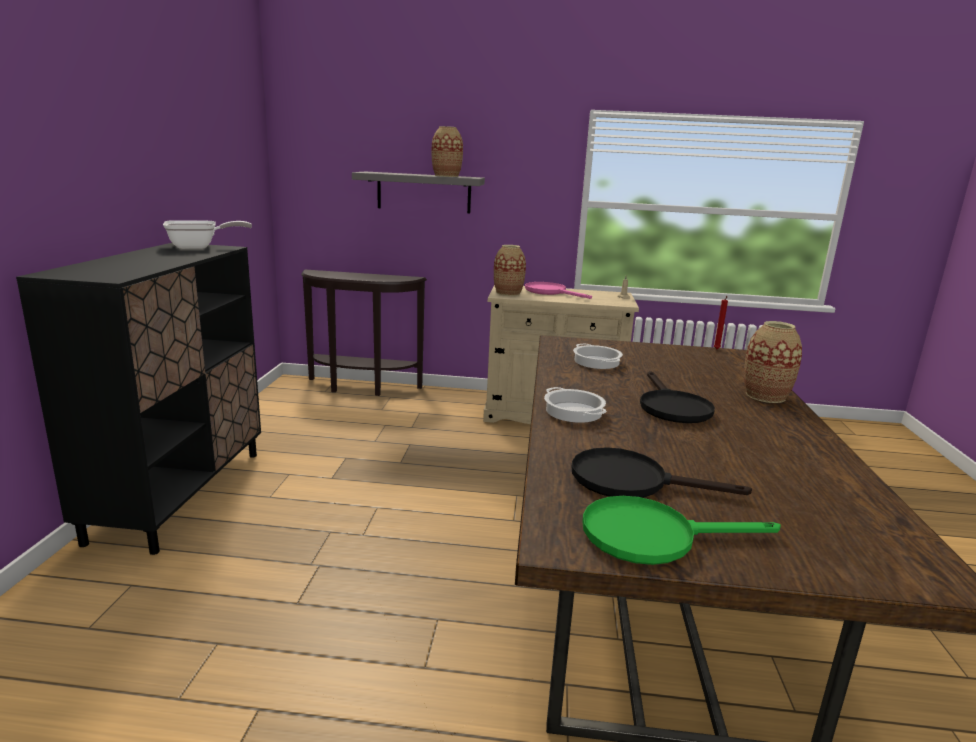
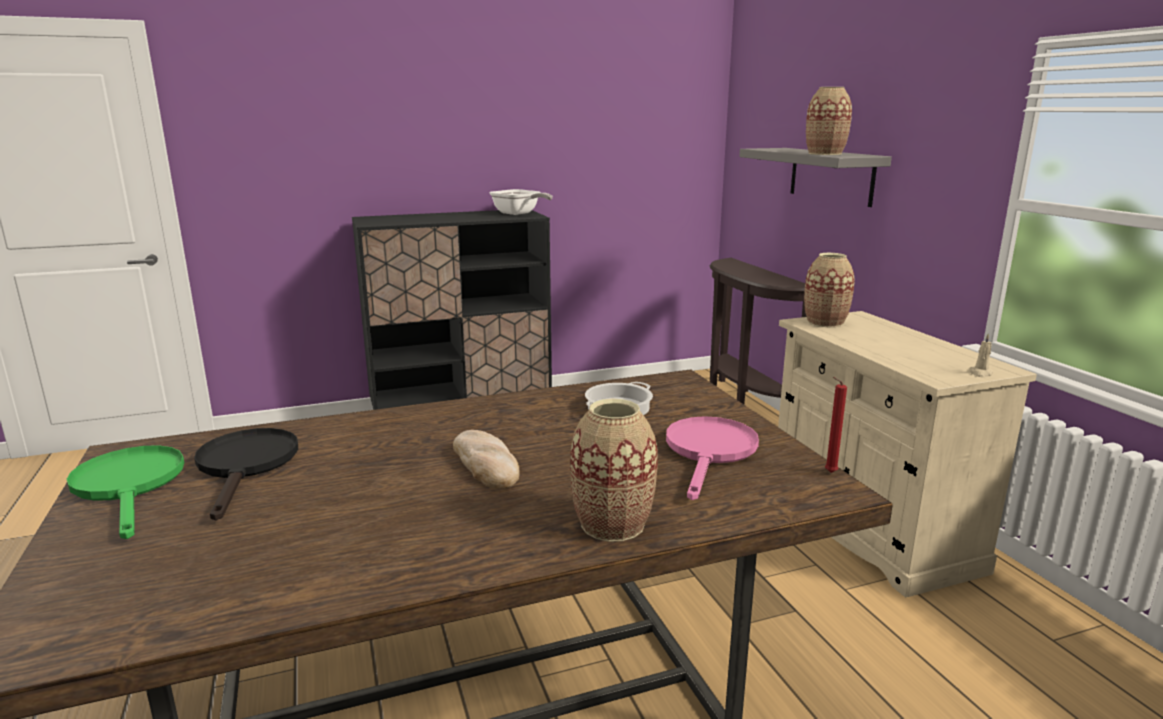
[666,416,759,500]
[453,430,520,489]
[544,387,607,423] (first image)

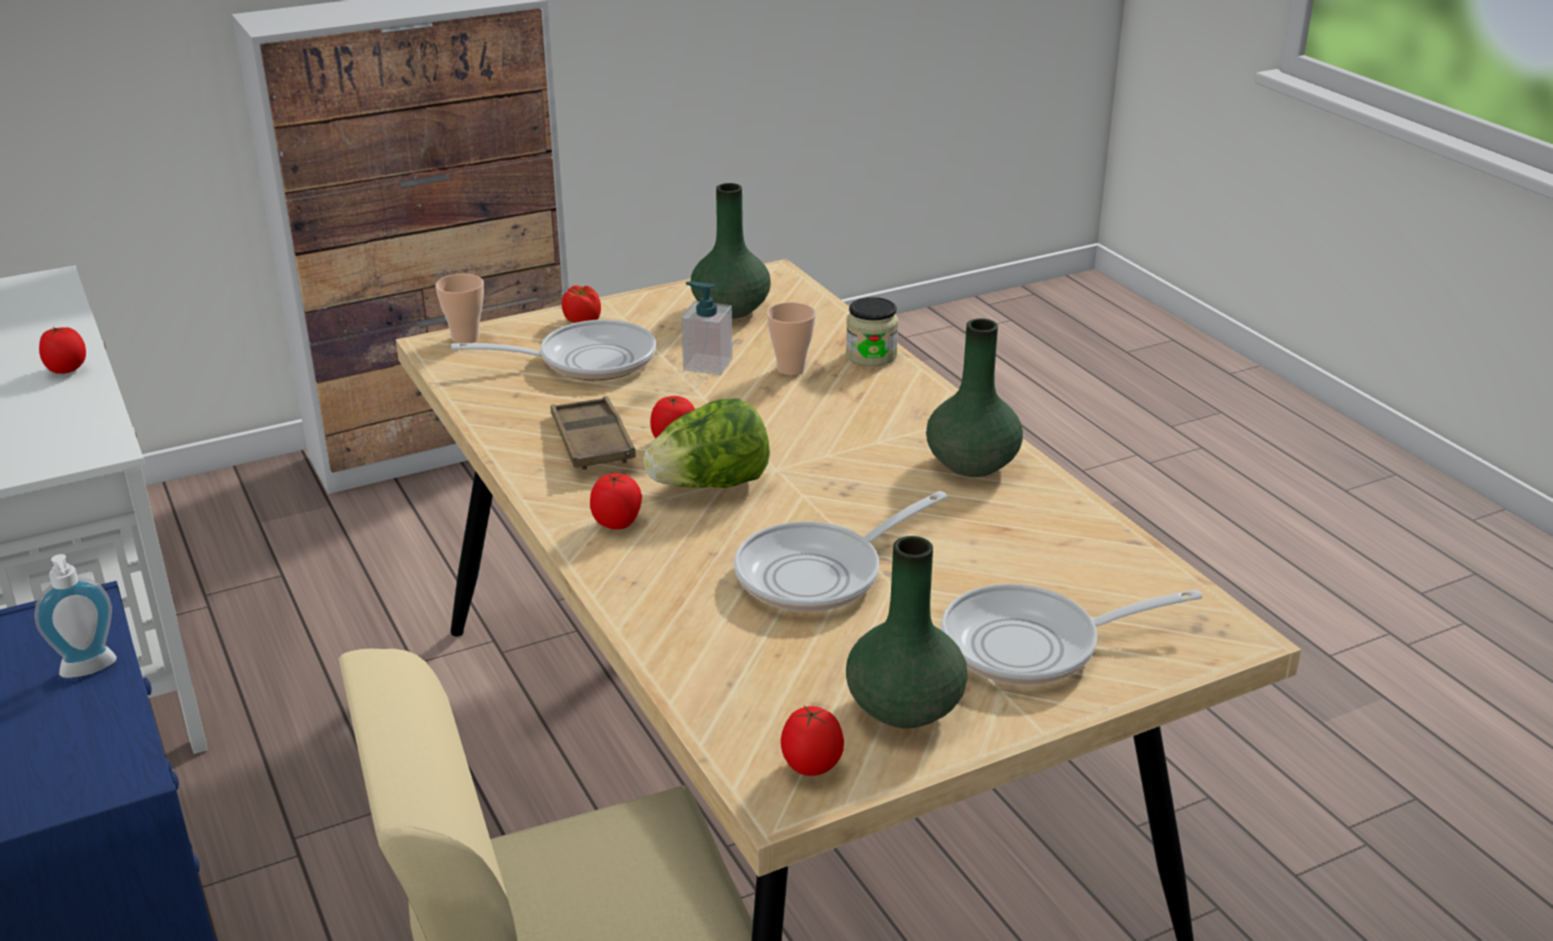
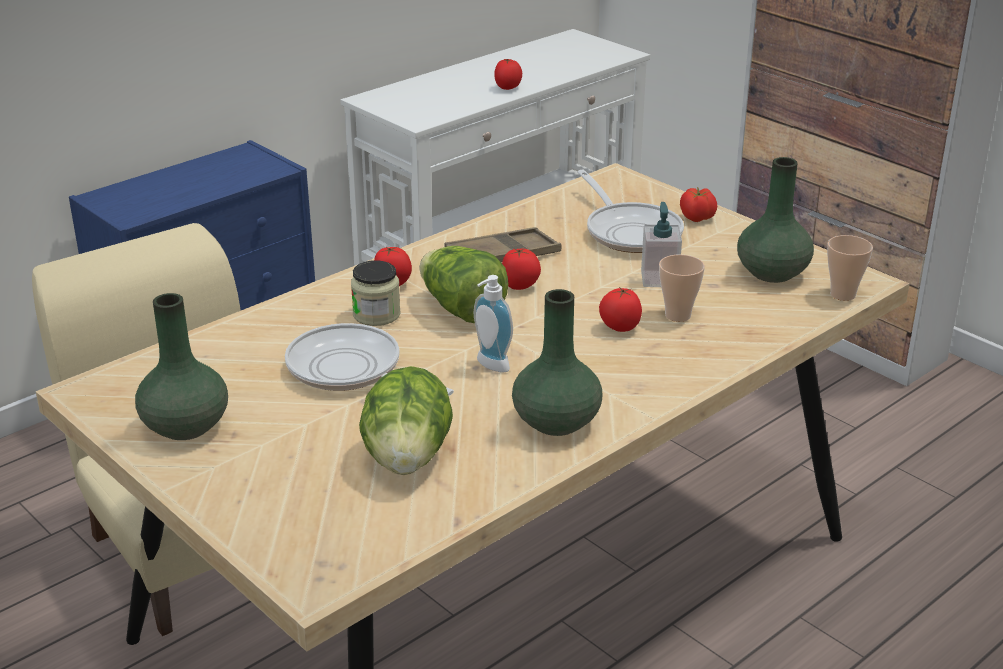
[827,235,873,301]
[351,260,401,326]
[474,275,513,372]
[941,584,1203,685] (first image)
[599,287,642,332]
[359,366,453,475]

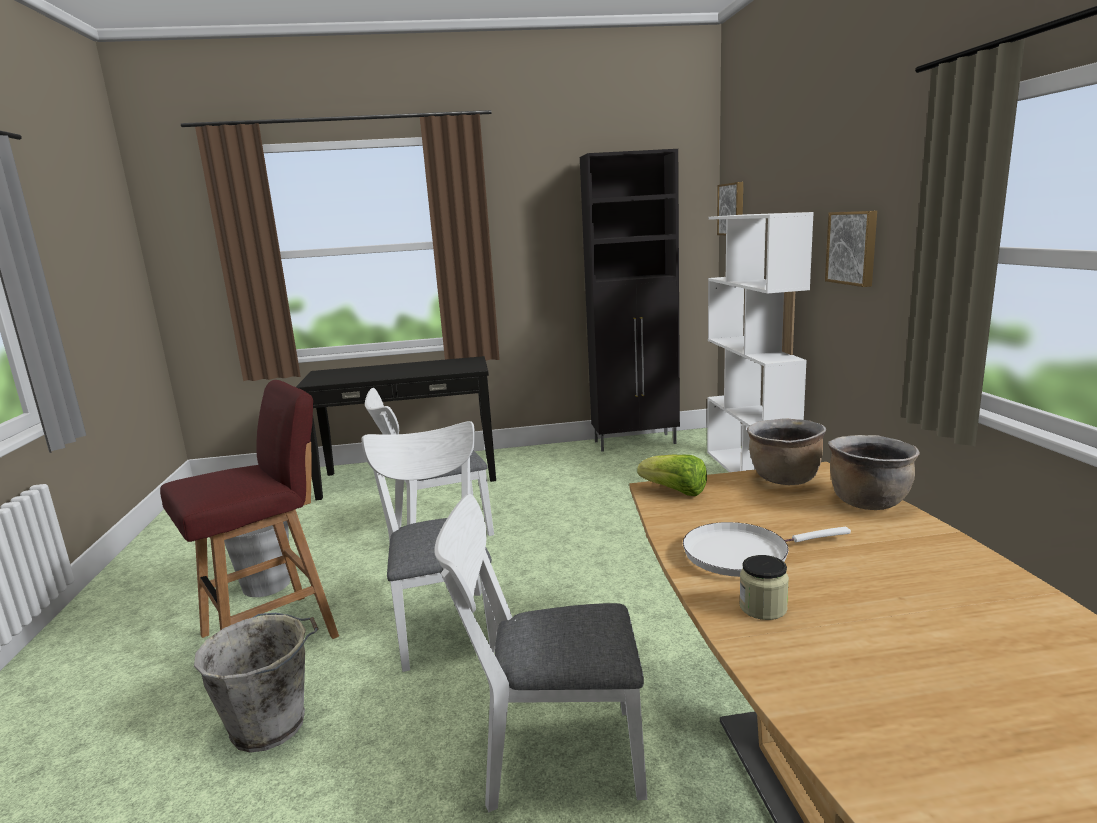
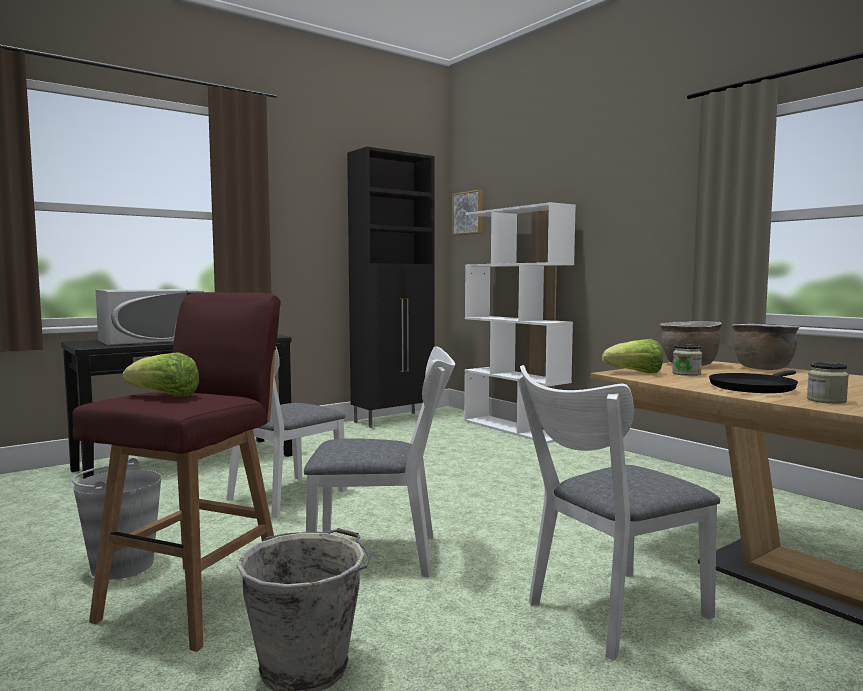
[825,211,877,287] (first image)
[304,346,455,578]
[709,370,798,393]
[96,289,204,345]
[672,344,702,376]
[123,352,199,397]

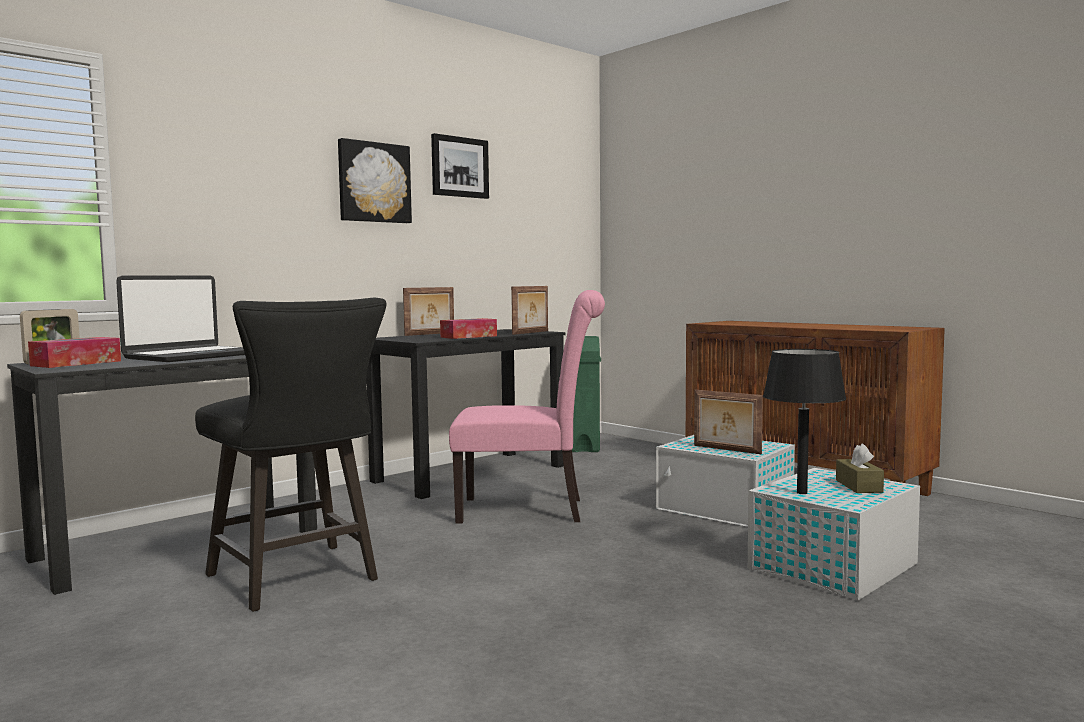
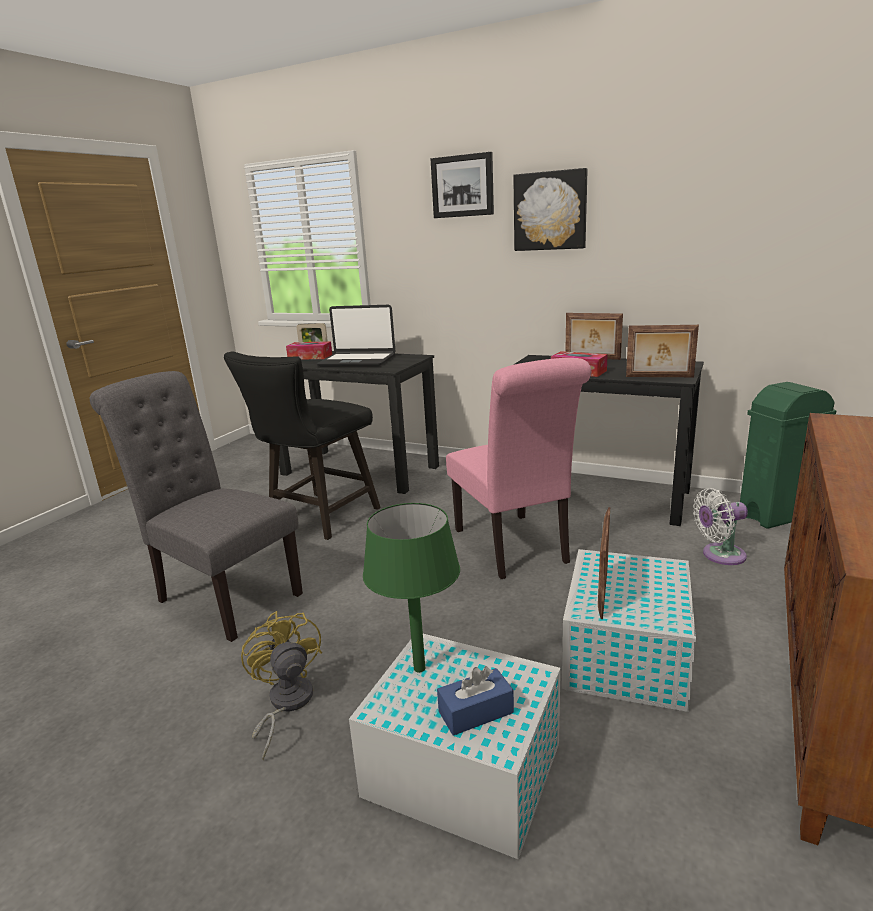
[431,152,494,218]
[363,503,460,672]
[437,666,514,736]
[90,371,303,642]
[693,488,748,565]
[241,611,322,760]

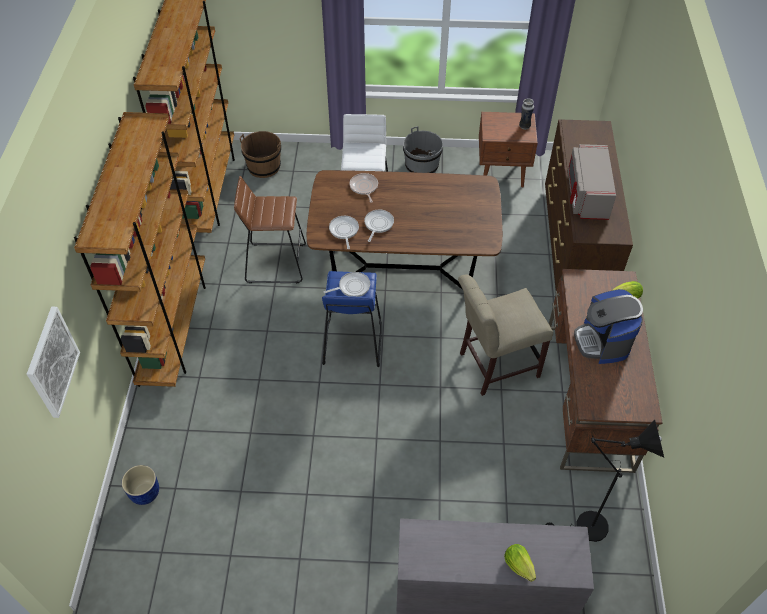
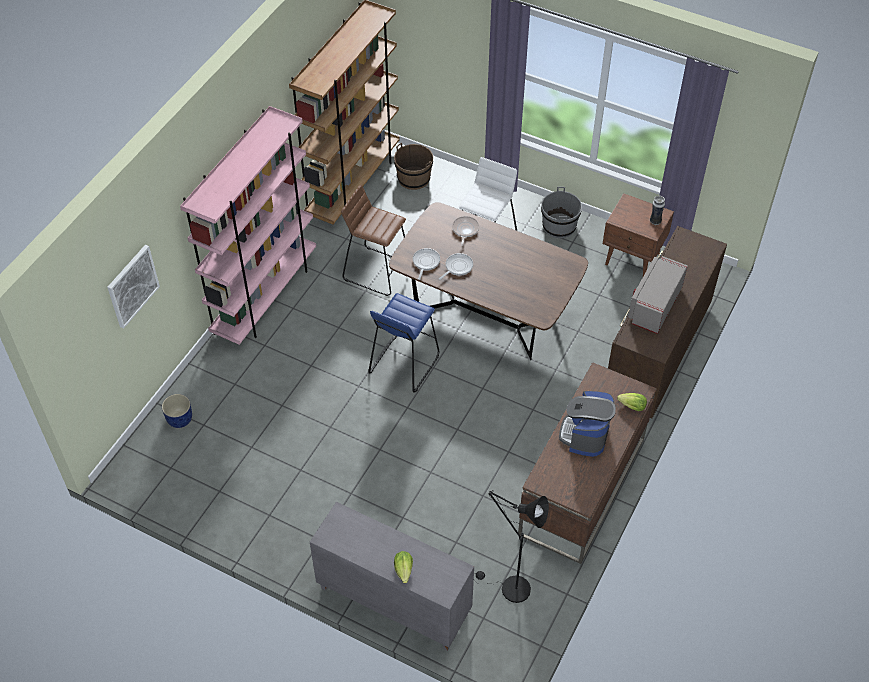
[180,106,316,345]
[324,272,370,297] (first image)
[458,274,553,396] (first image)

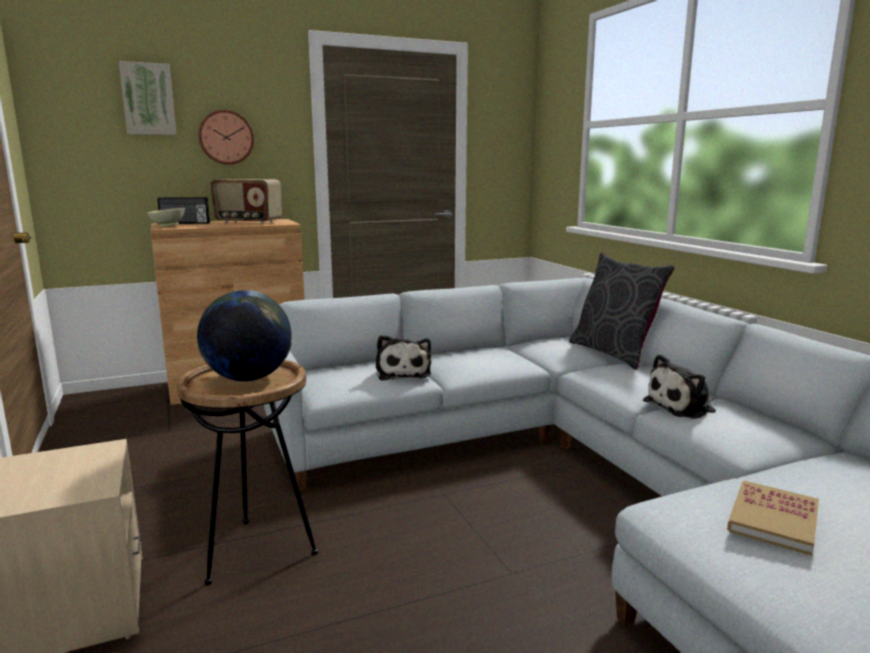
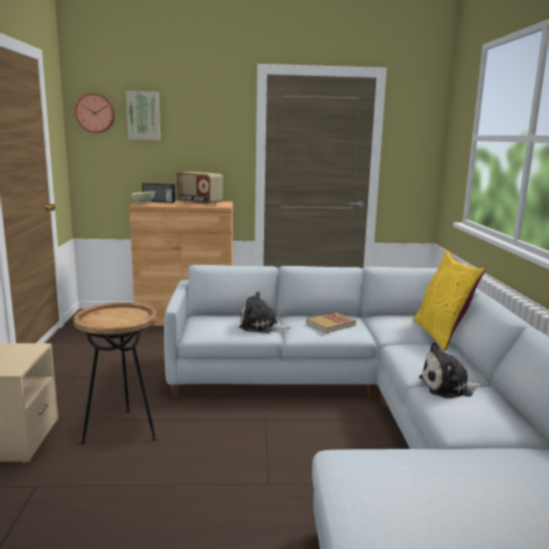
[75,93,115,133]
[413,250,485,351]
[197,290,292,381] (first image)
[239,291,291,333]
[306,312,356,333]

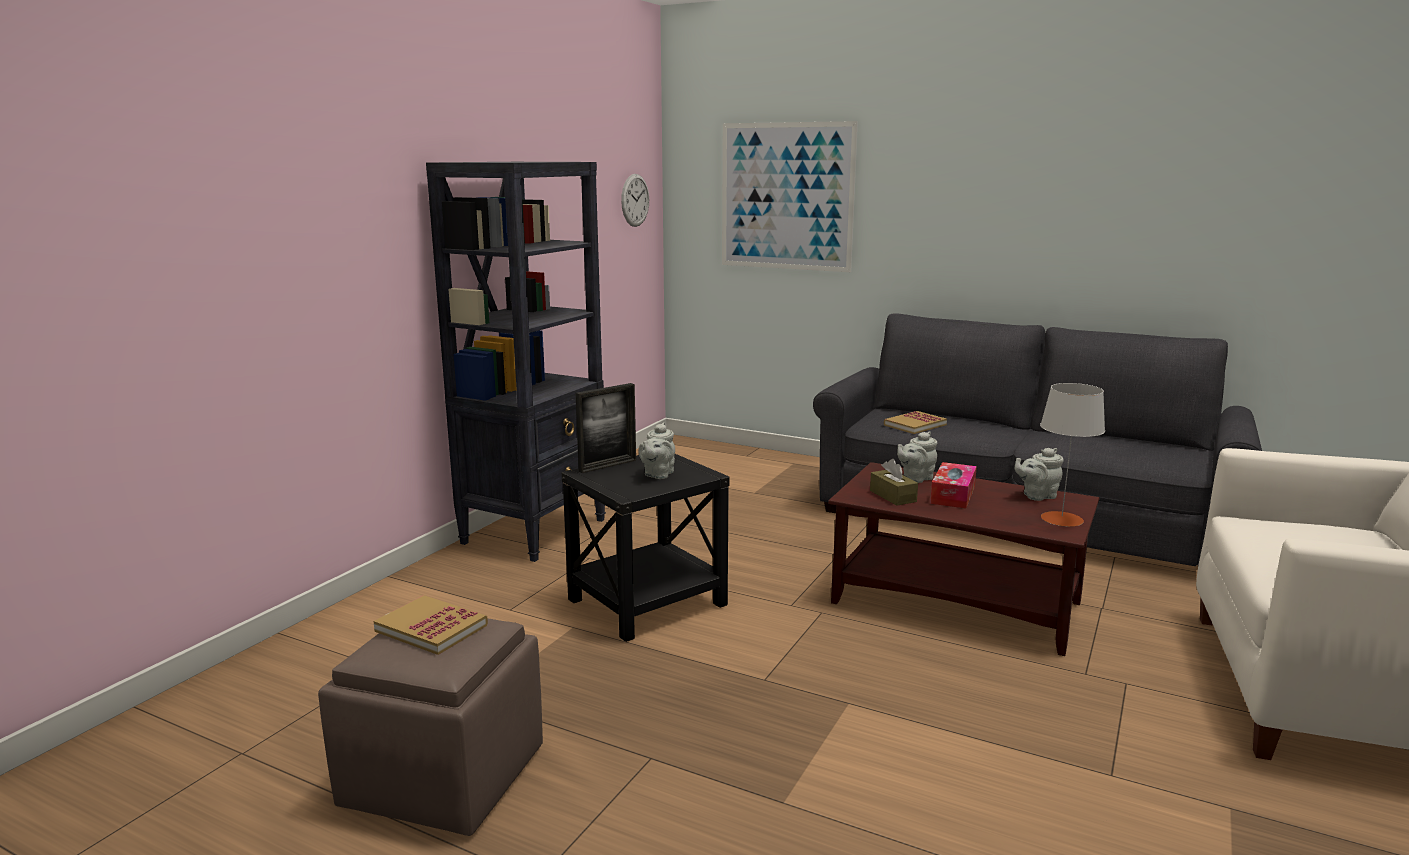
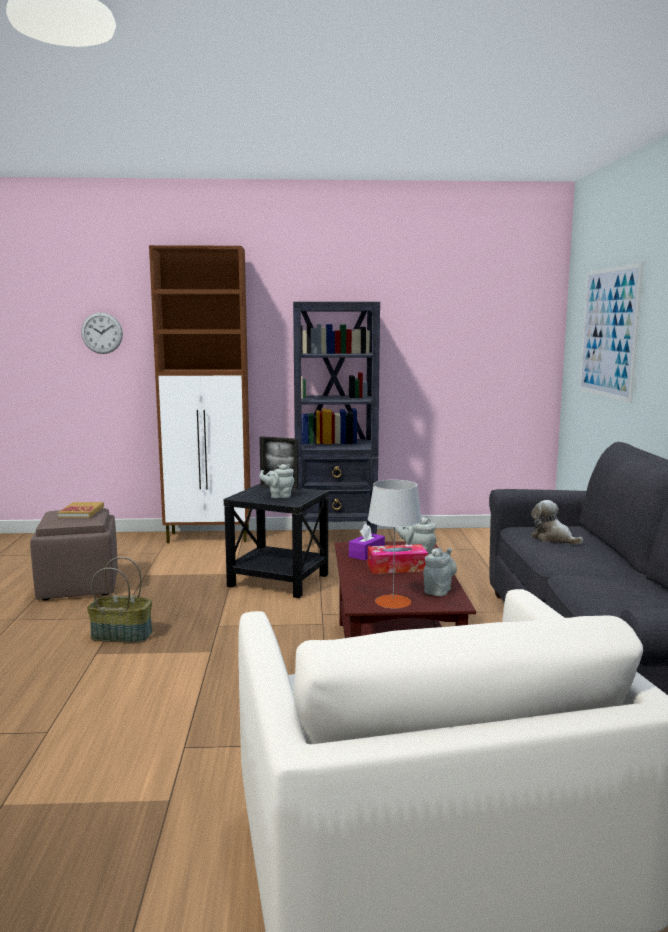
[81,312,123,354]
[531,500,583,545]
[423,547,457,596]
[349,524,385,561]
[149,245,251,543]
[87,557,153,643]

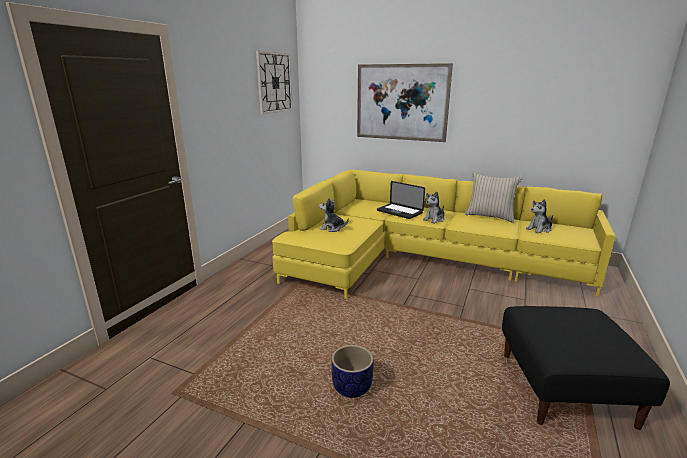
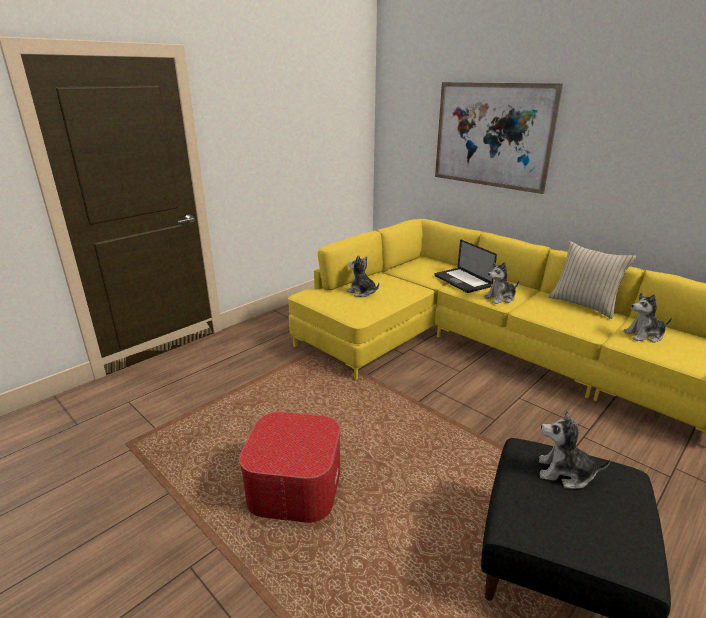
[256,51,293,114] (first image)
[239,412,341,523]
[539,411,611,489]

